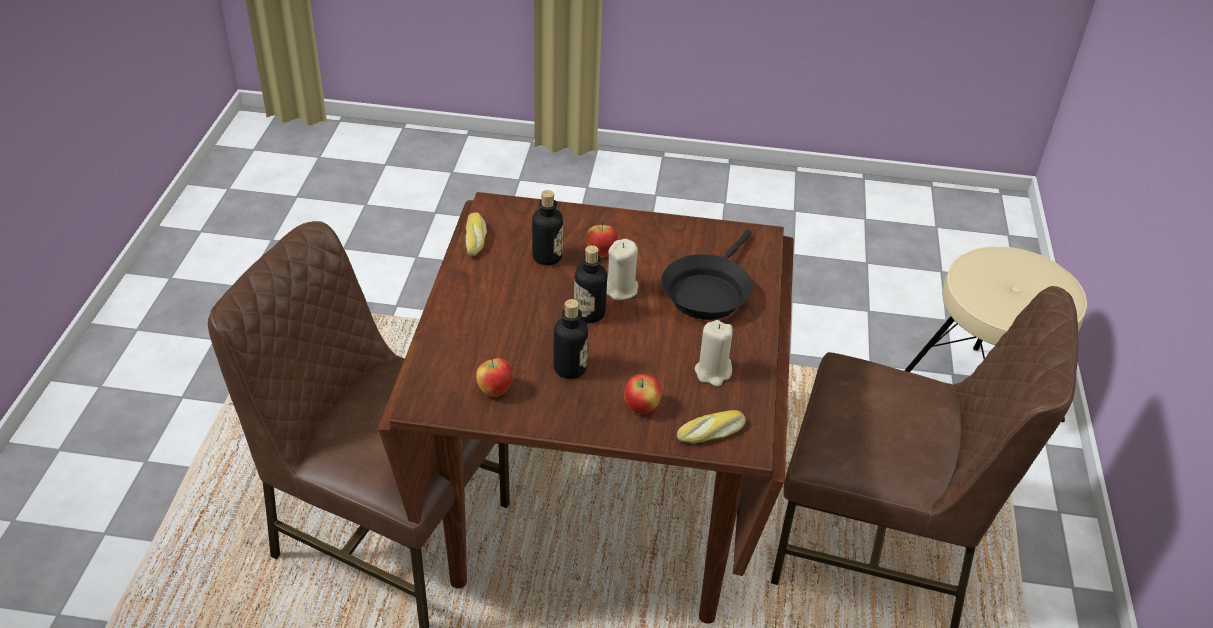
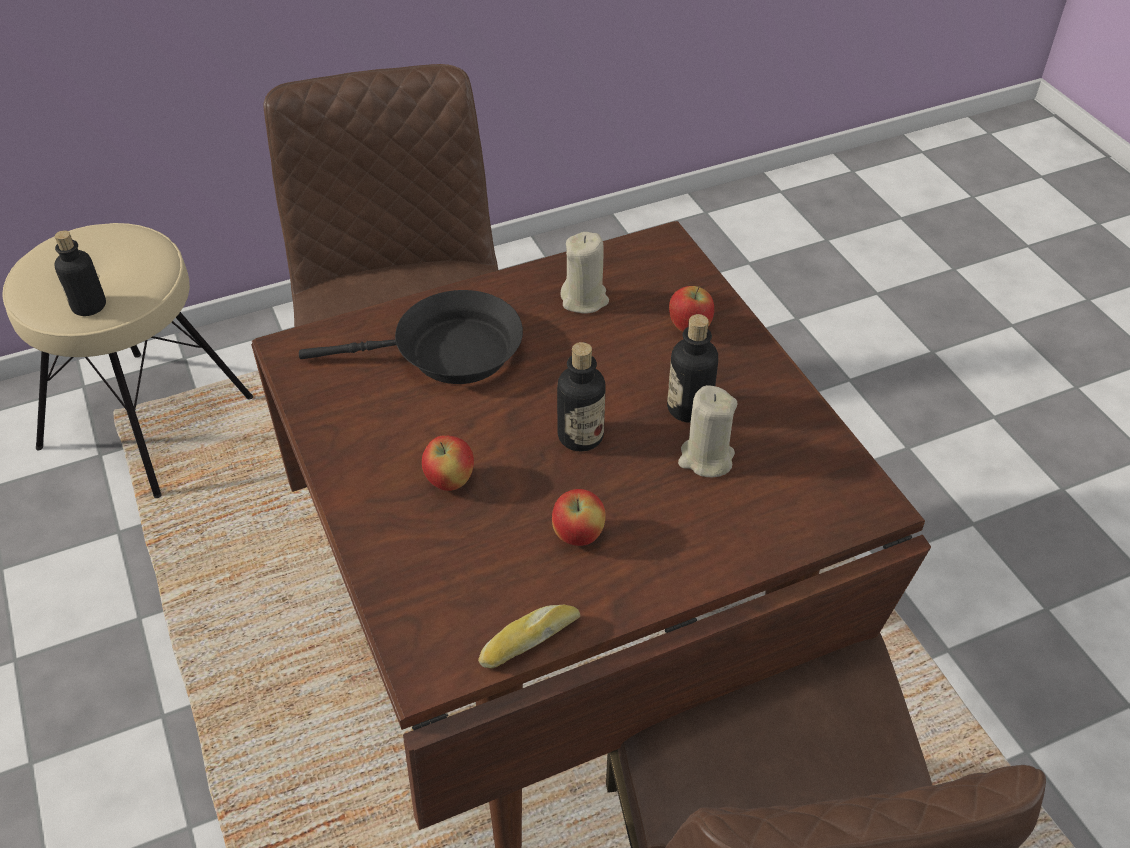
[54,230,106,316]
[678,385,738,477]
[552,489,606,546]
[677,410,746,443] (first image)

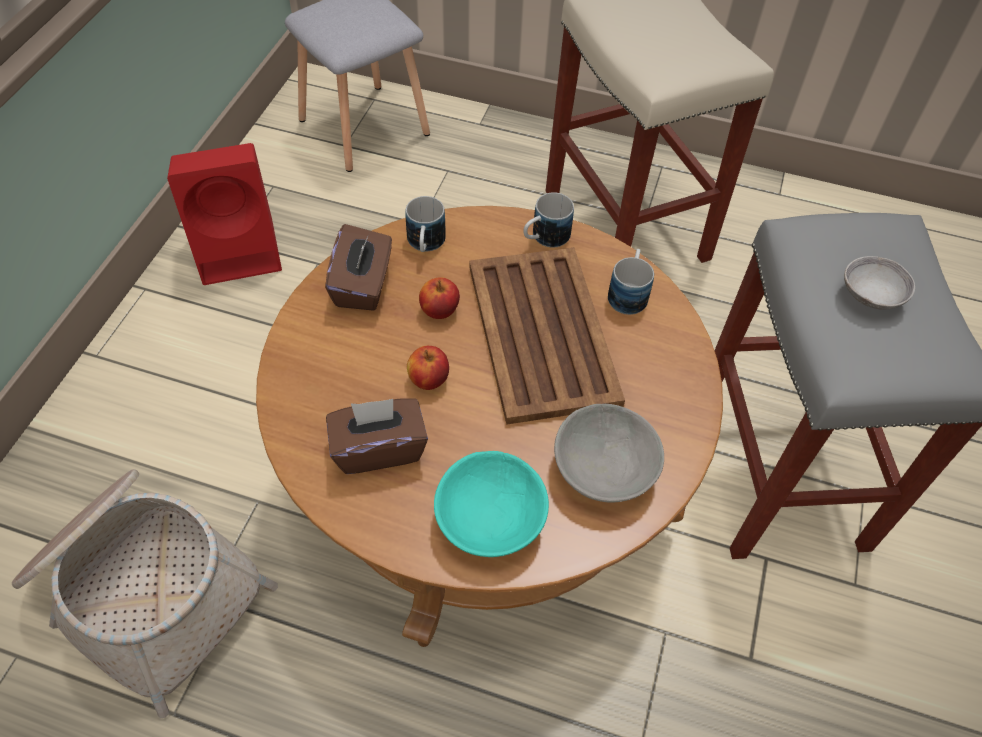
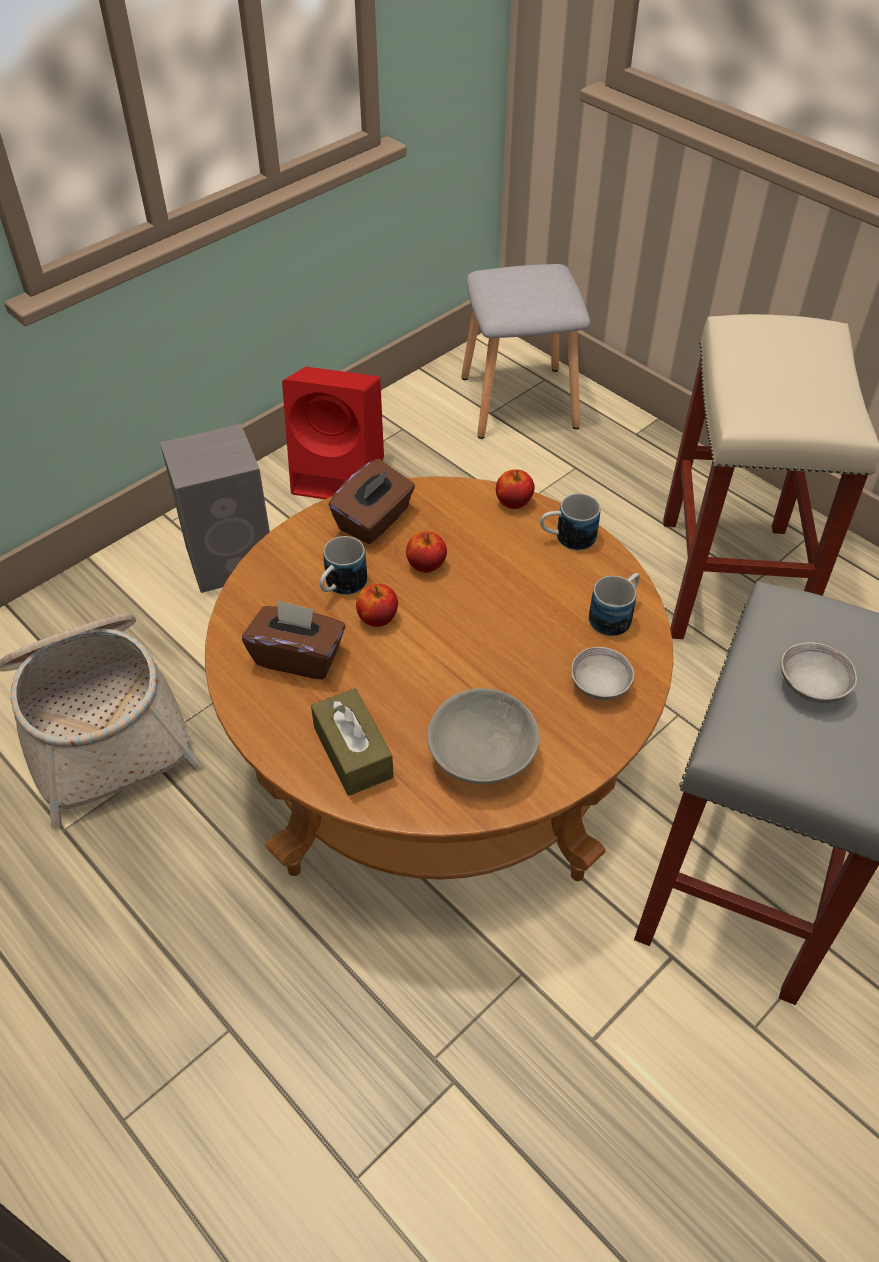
[320,536,367,595]
[469,248,625,425] (first image)
[311,688,394,796]
[160,424,270,593]
[496,469,534,509]
[571,647,634,700]

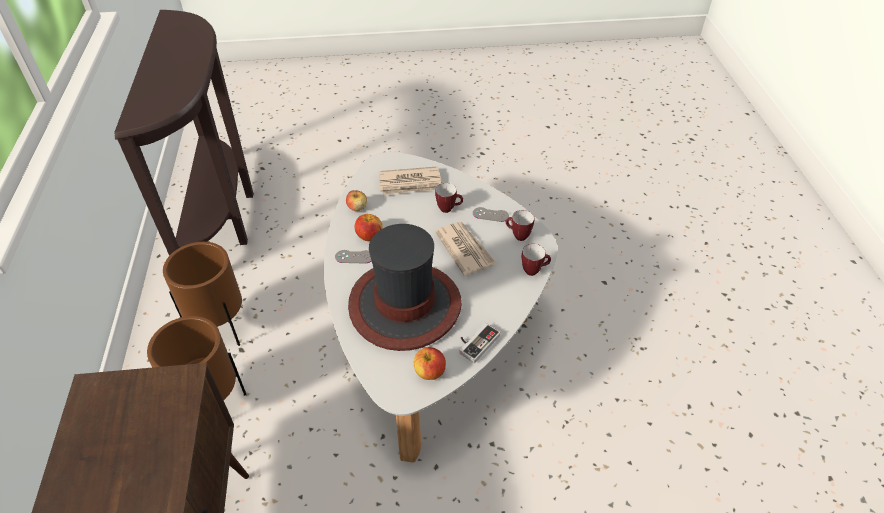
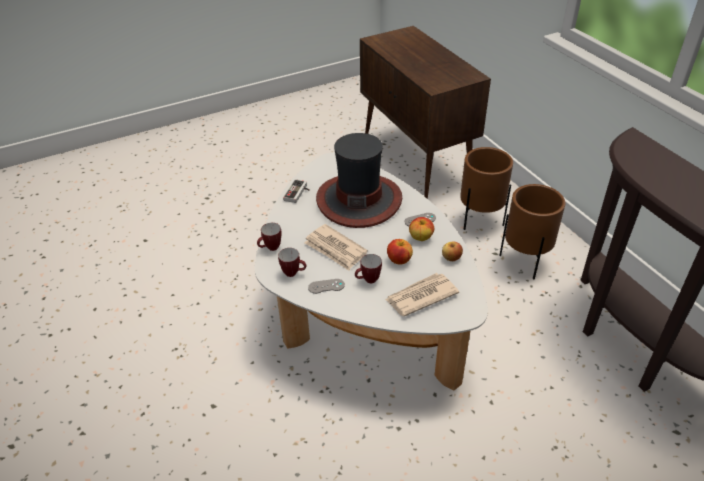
[387,239,413,265]

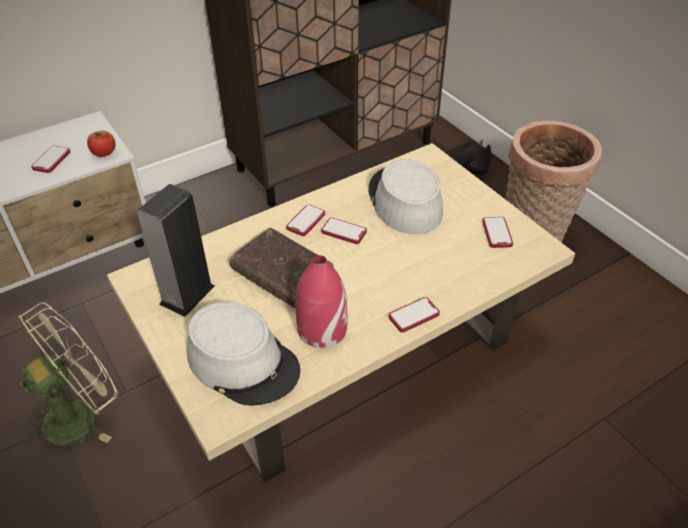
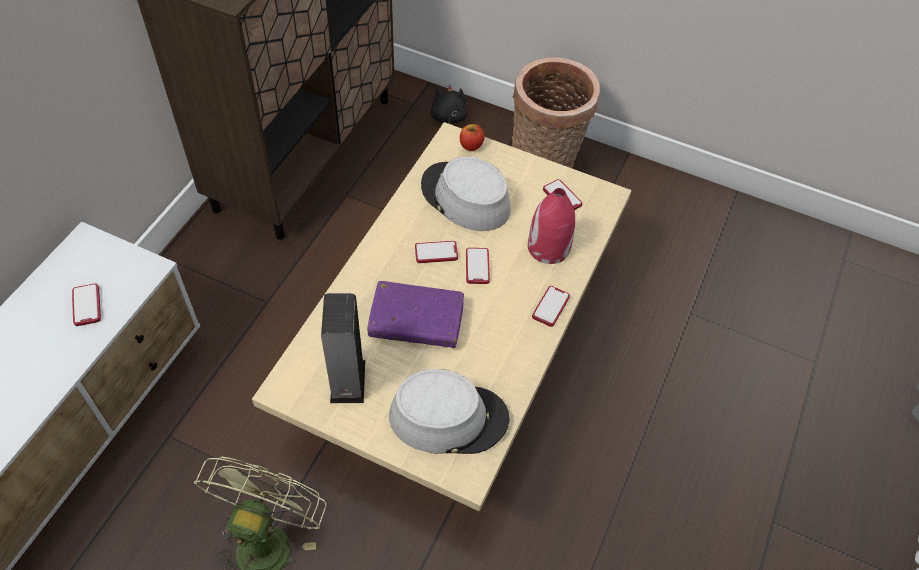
[460,124,485,151]
[466,248,490,284]
[367,281,464,348]
[528,188,575,264]

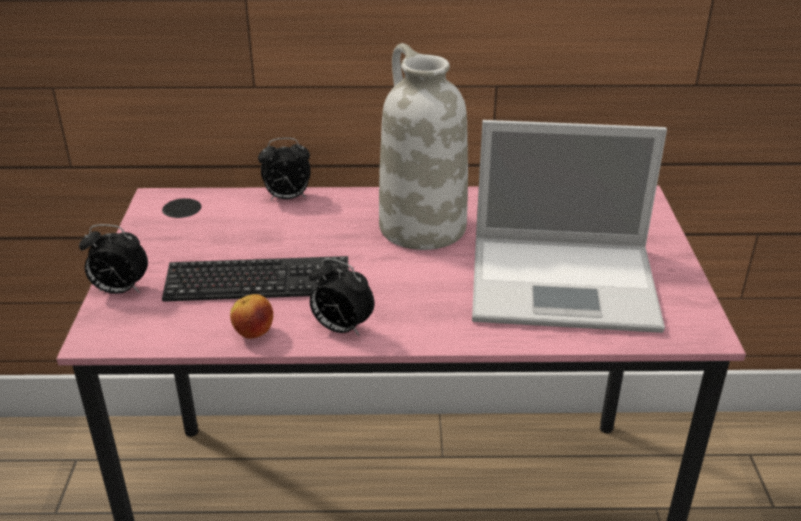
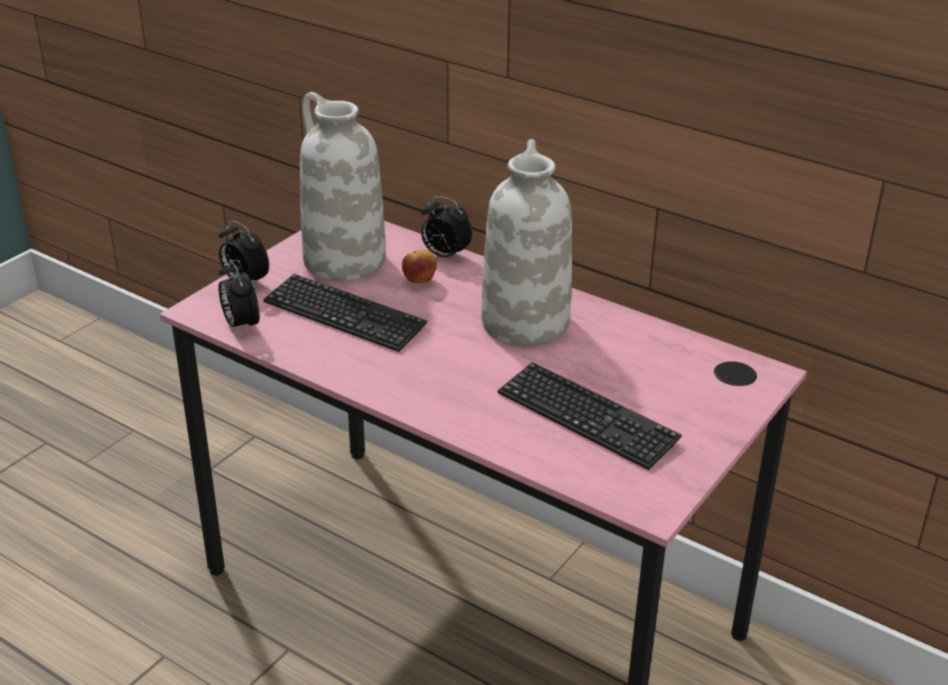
[498,362,682,470]
[218,260,260,335]
[402,250,437,283]
[300,92,386,281]

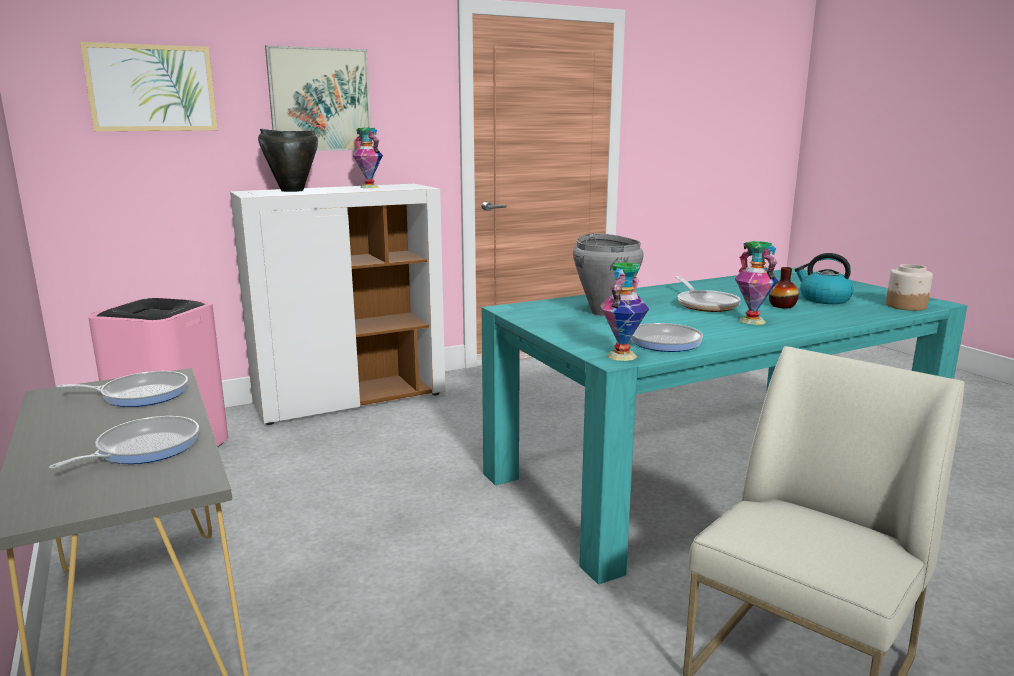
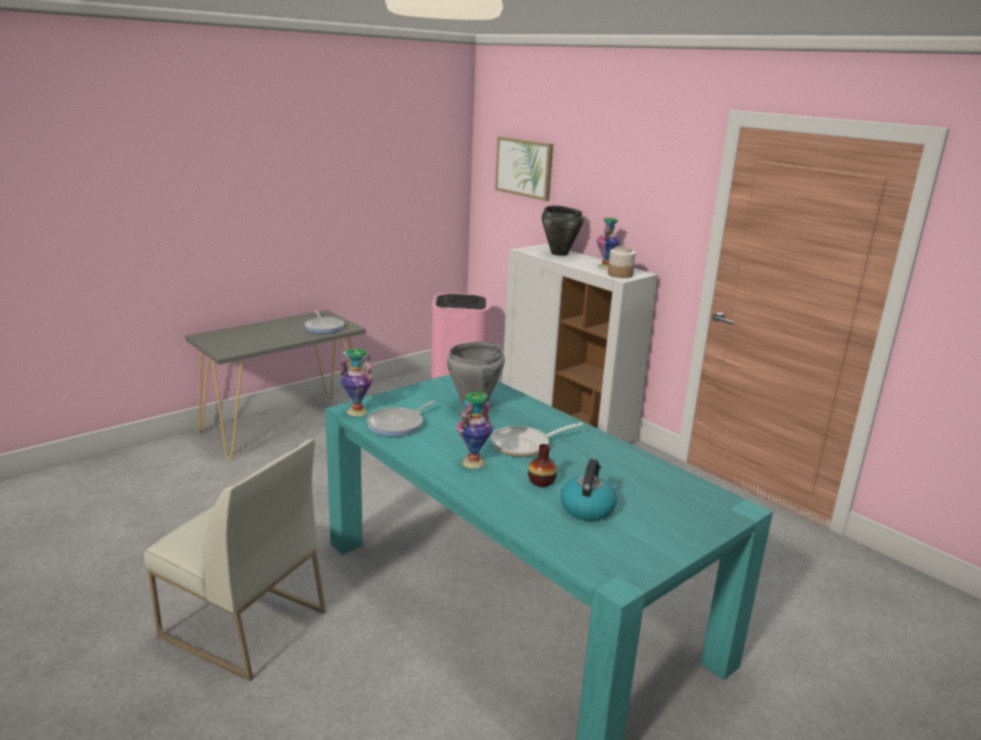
[265,45,372,151] (first image)
[608,246,635,278]
[49,416,199,470] (first image)

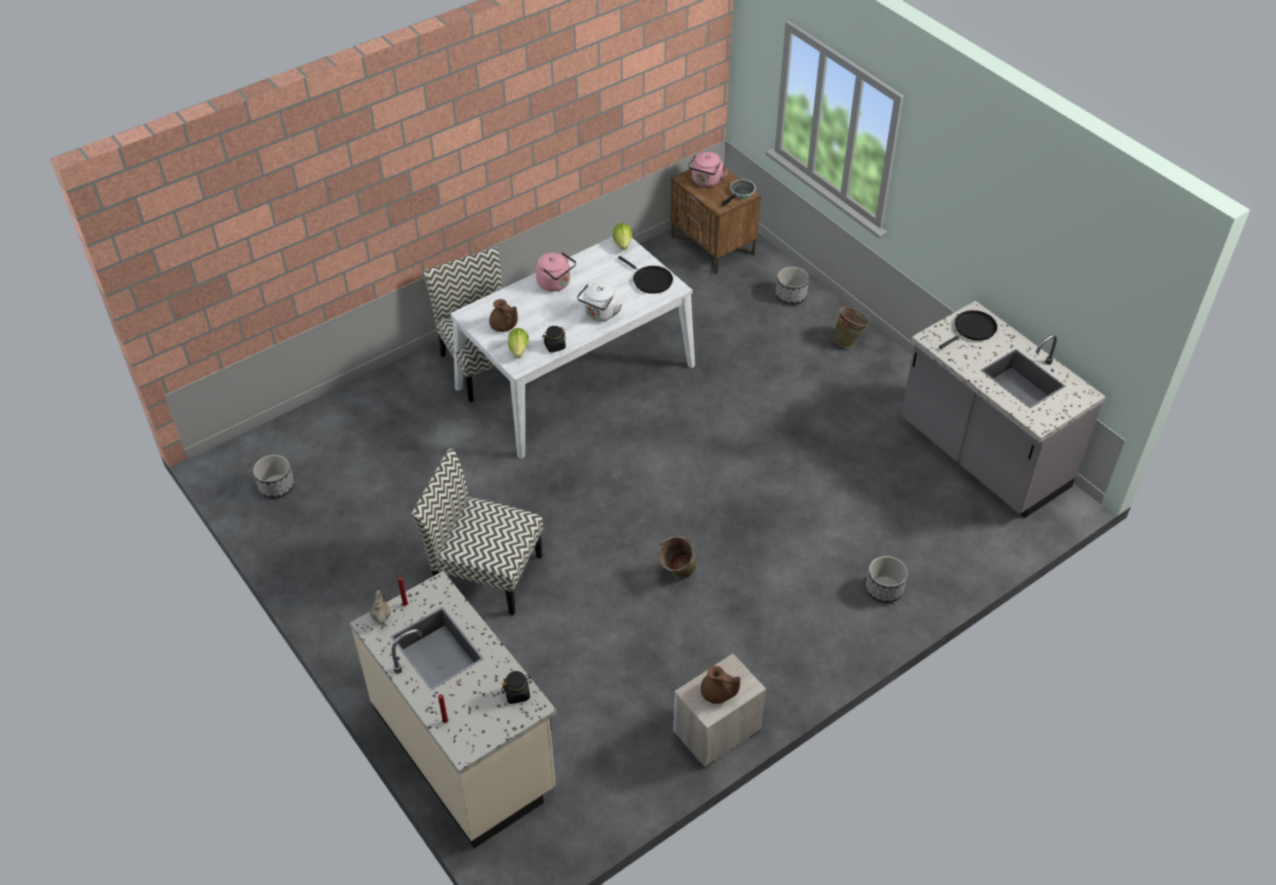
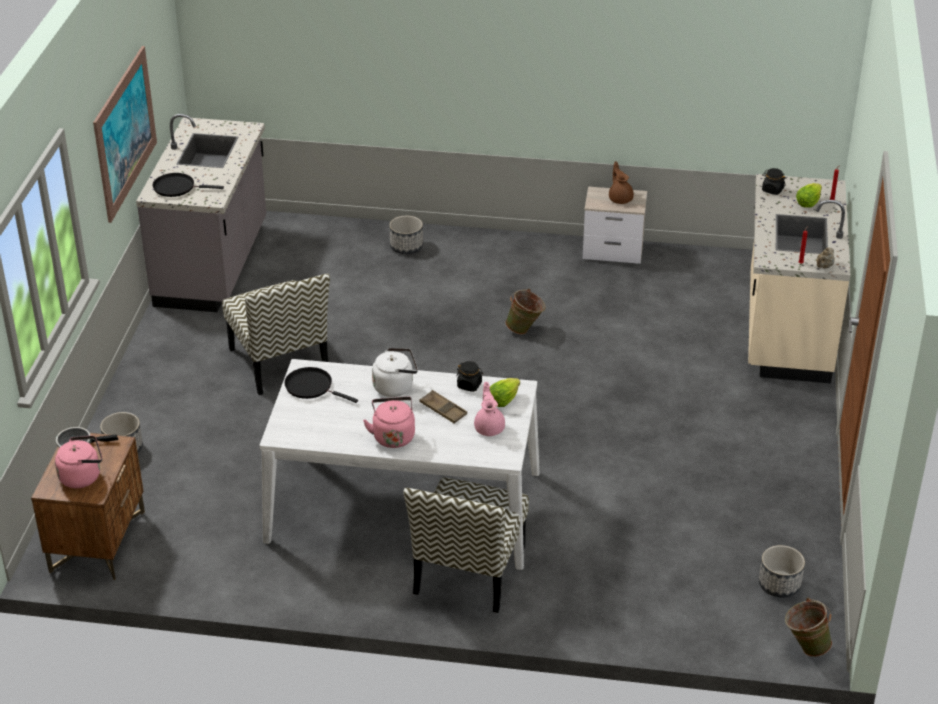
[796,183,822,208]
[284,367,358,403]
[474,382,505,436]
[785,598,832,657]
[222,273,330,395]
[93,46,157,223]
[419,390,467,424]

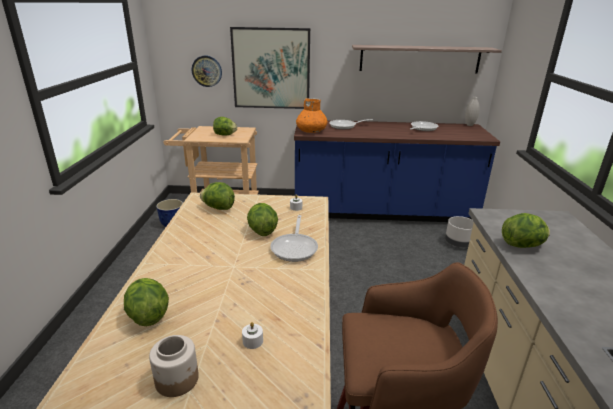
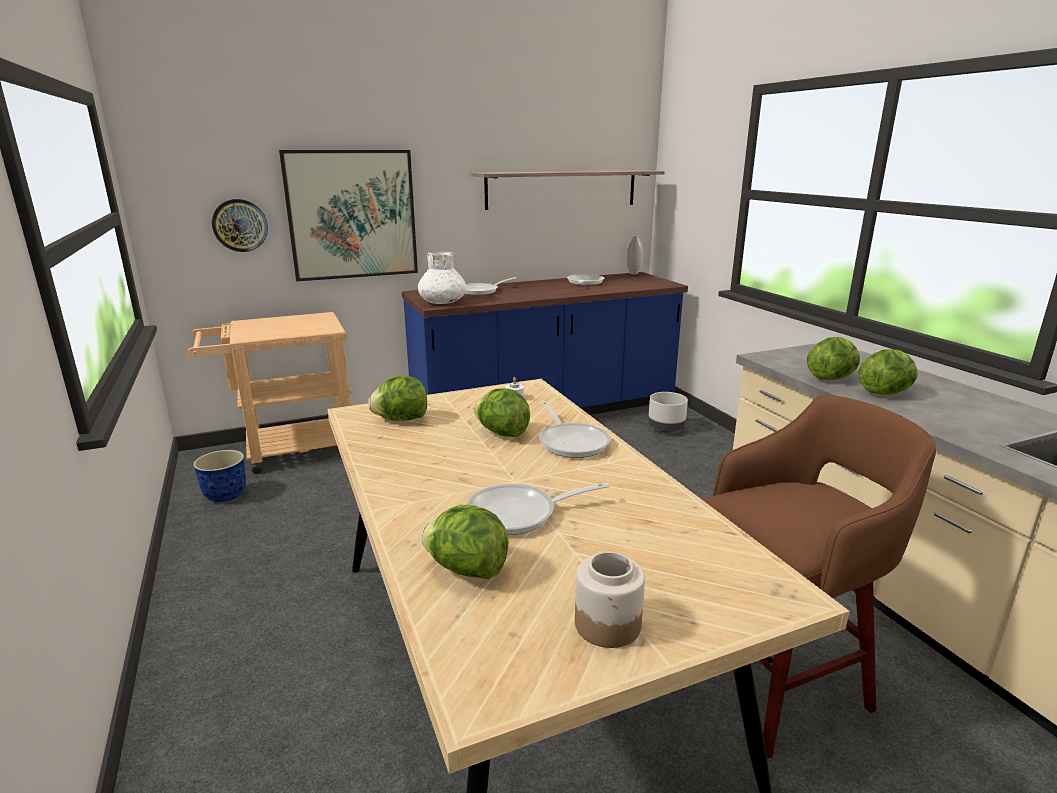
[418,251,466,304]
[858,349,917,395]
[242,322,263,349] (first image)
[466,483,609,535]

